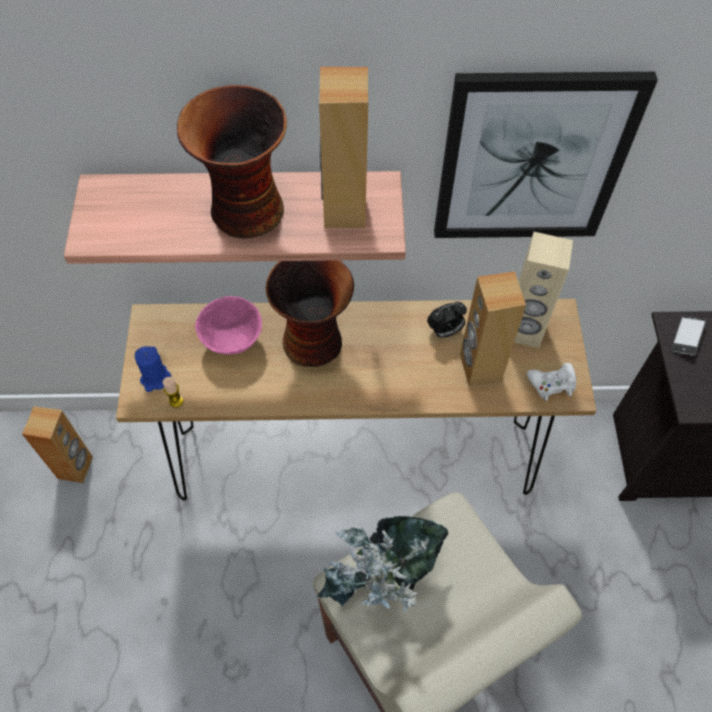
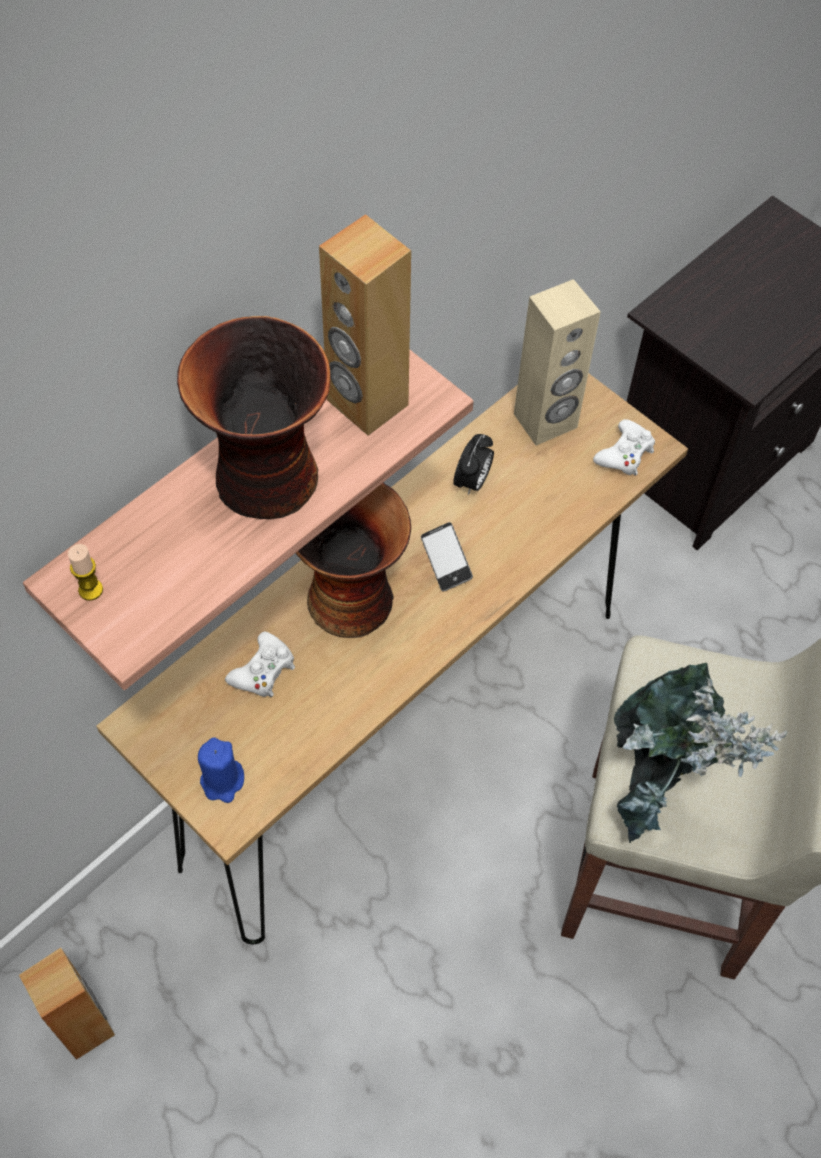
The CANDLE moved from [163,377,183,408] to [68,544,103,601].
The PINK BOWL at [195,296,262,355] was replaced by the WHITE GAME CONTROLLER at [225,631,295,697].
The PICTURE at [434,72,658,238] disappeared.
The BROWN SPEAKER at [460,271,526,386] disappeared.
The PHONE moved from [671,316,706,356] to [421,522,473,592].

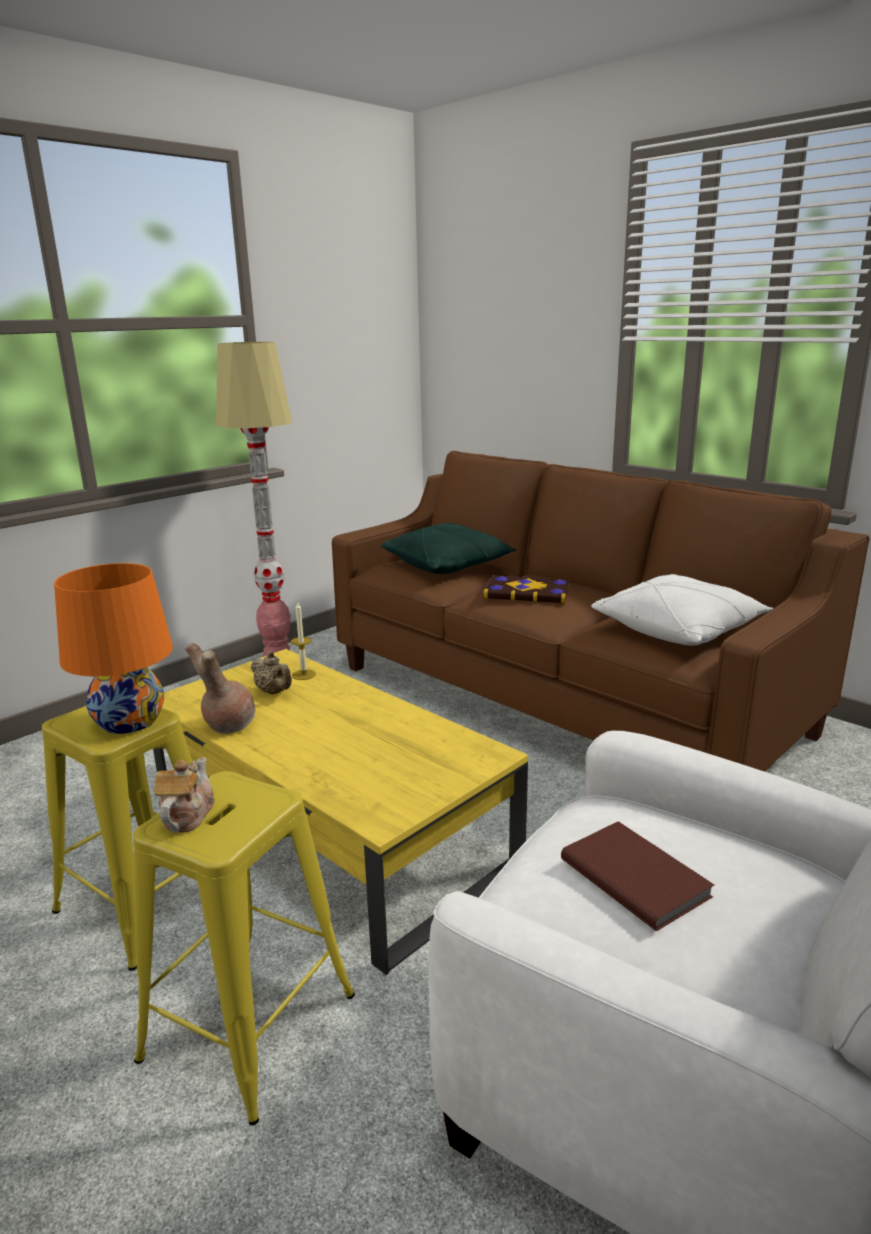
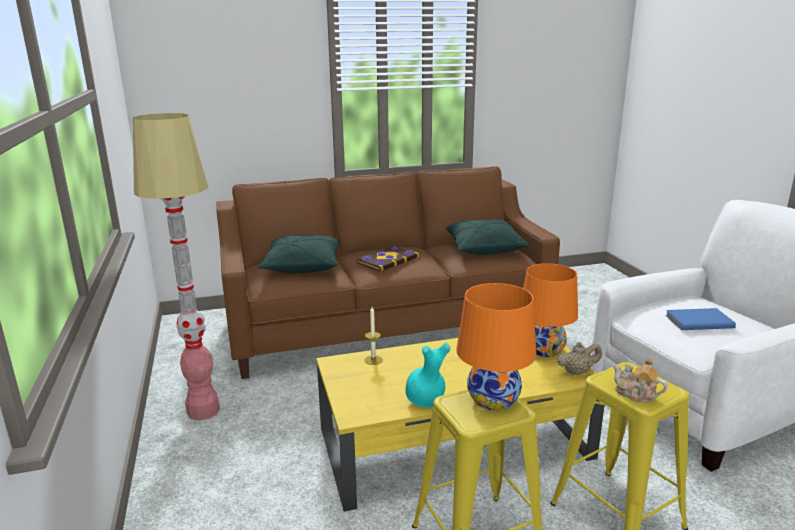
The BROWN VASE at [185,643,256,734] became the TURQUOISE VASE at [405,343,451,408].
The BEIGE TEAPOT moved from [251,651,292,694] to [557,342,602,375].
The BROWN BOOK at [561,821,714,931] became the BLUE BOOK at [665,308,736,330].
The WHITE PILLOW at [591,574,773,646] became the GREEN PILLOW at [446,219,529,255].
The ORANGE TABLE LAMP at [523,263,578,357] appeared.

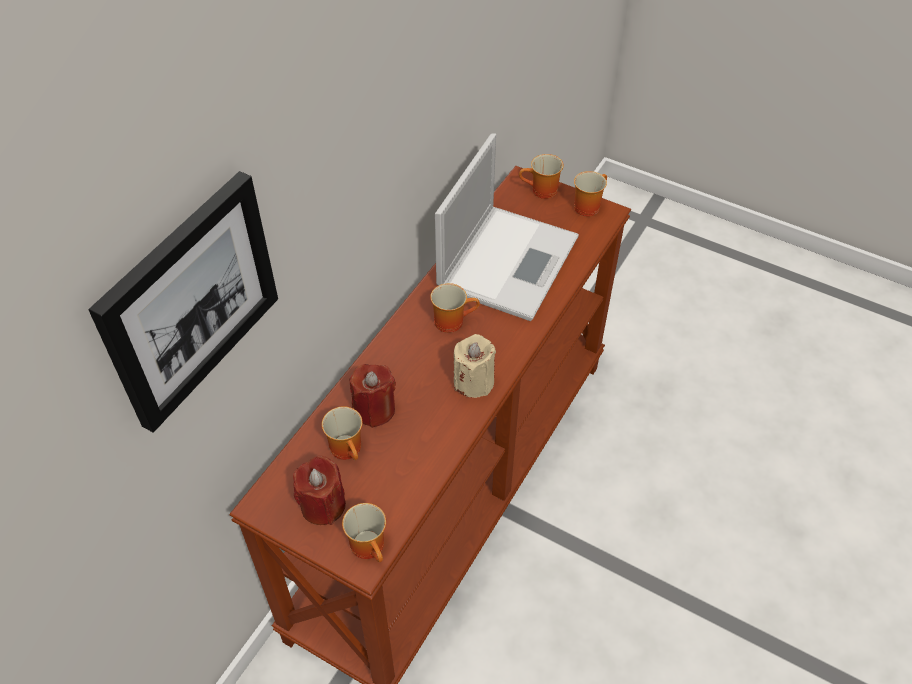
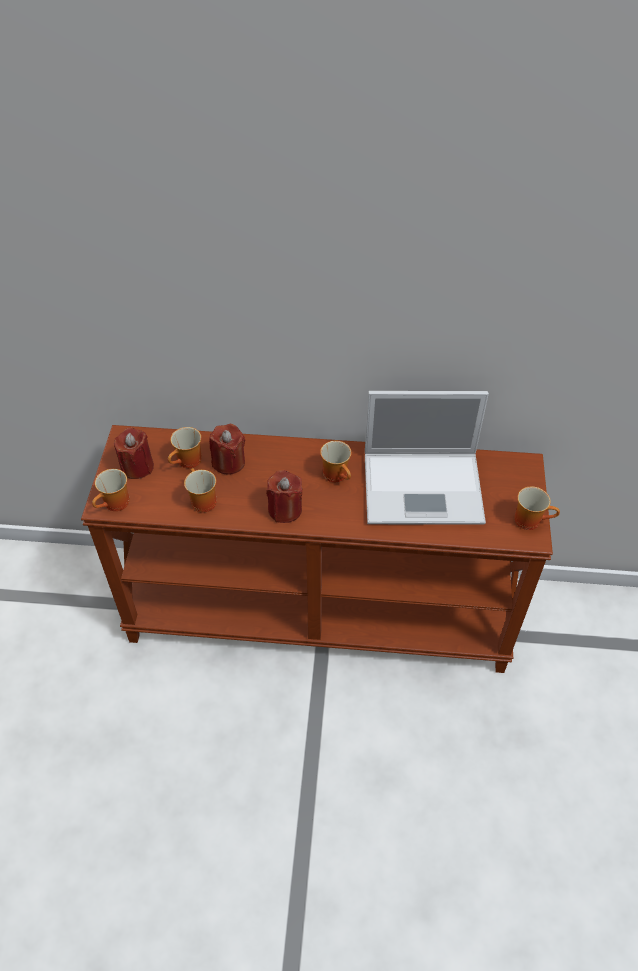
The PICTURE at [88,171,278,433] disappeared.
The BEIGE CANDLE at [454,334,496,398] became the RED CANDLE at [266,470,303,523].
The MUG moved from [519,154,564,199] to [184,468,217,513].

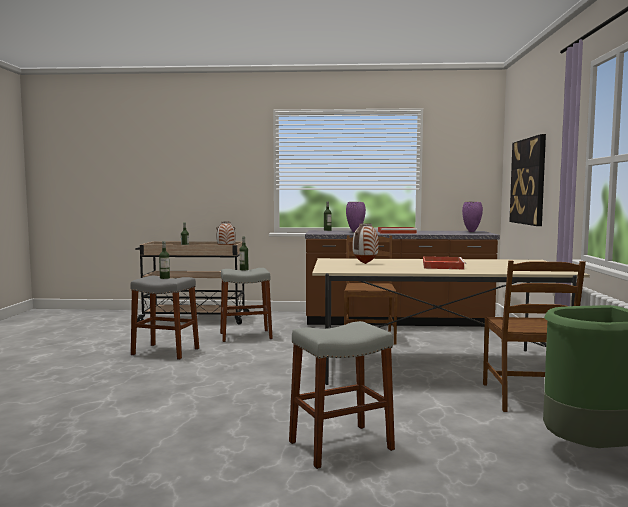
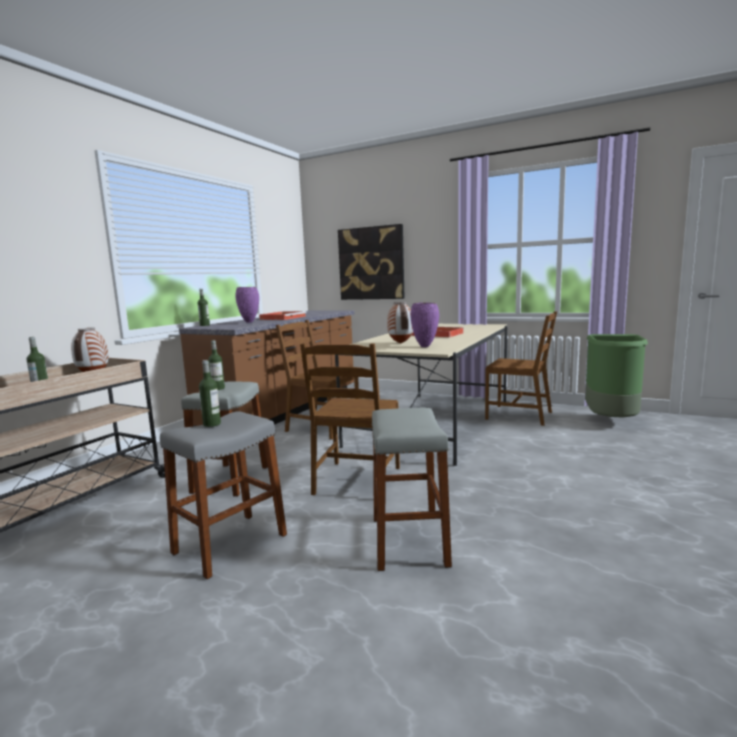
The GREY STOOL moved from [289,321,395,469] to [371,407,452,571].
The PURPLE VASE moved from [462,202,483,232] to [410,302,439,347].
The BROWN CHAIR at [300,343,400,495] appeared.

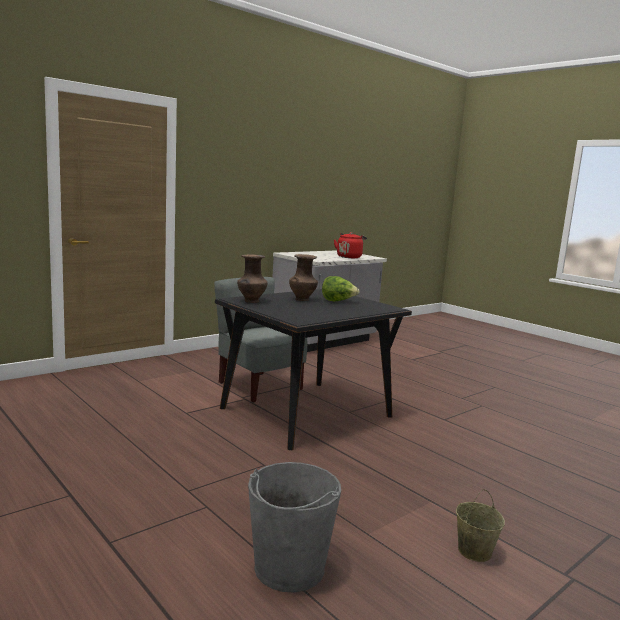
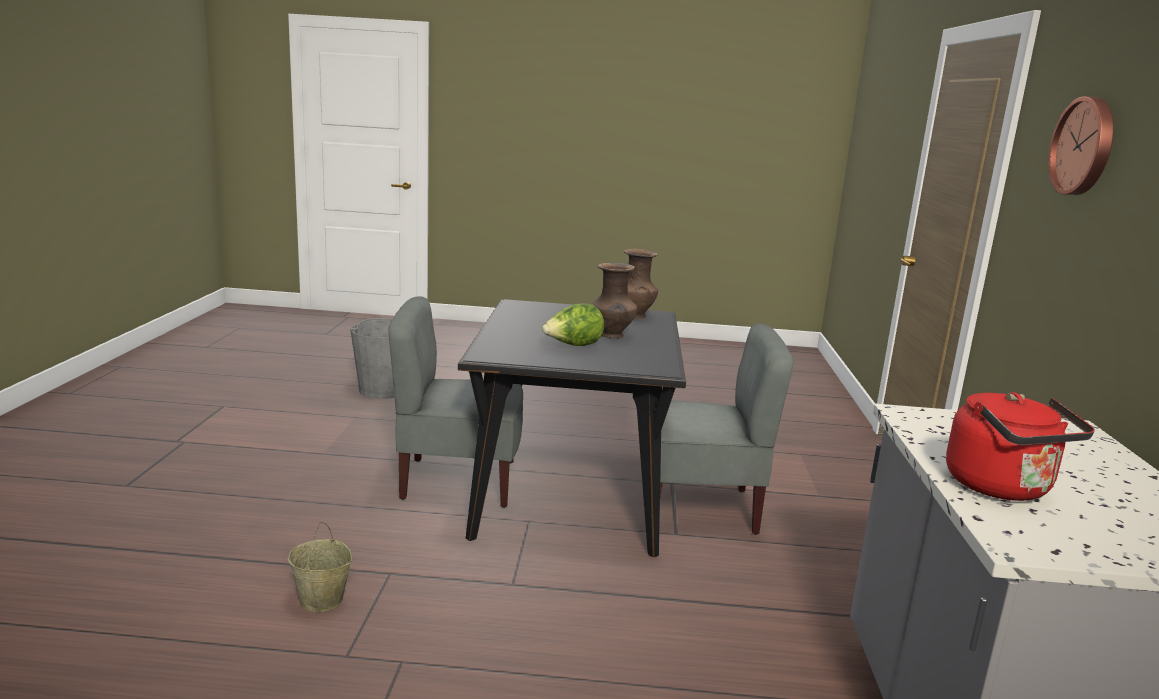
The BEIGE BUCKET moved from [456,489,505,562] to [288,522,352,612].
The GREY CHAIR at [388,297,523,508] appeared.
The WALL CLOCK at [1048,96,1114,195] appeared.

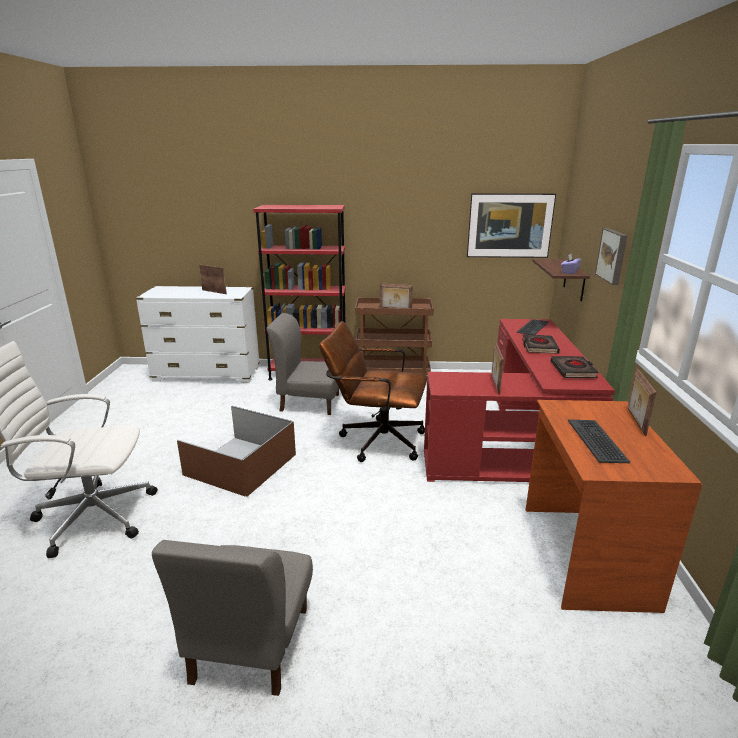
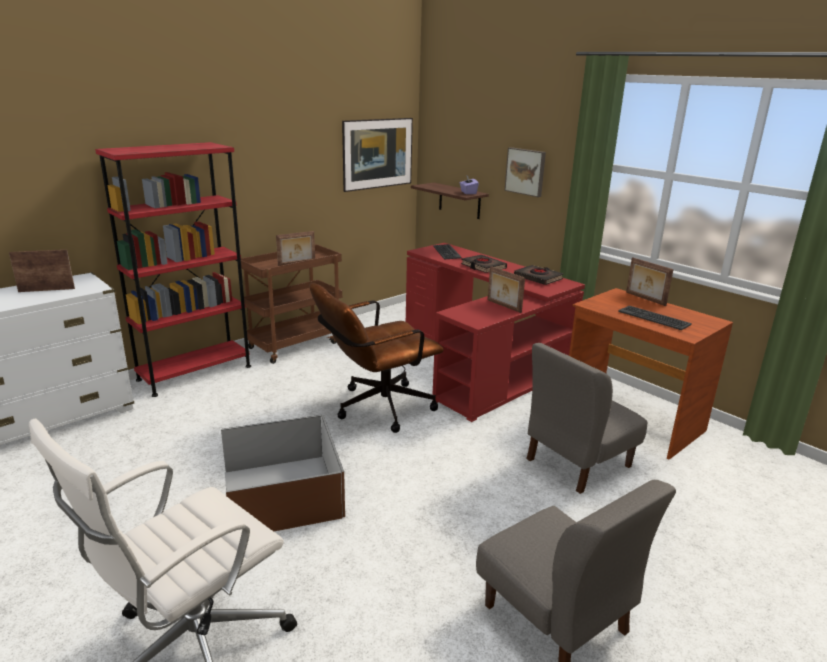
The GREY CHAIR moved from [266,313,339,415] to [526,343,647,494].

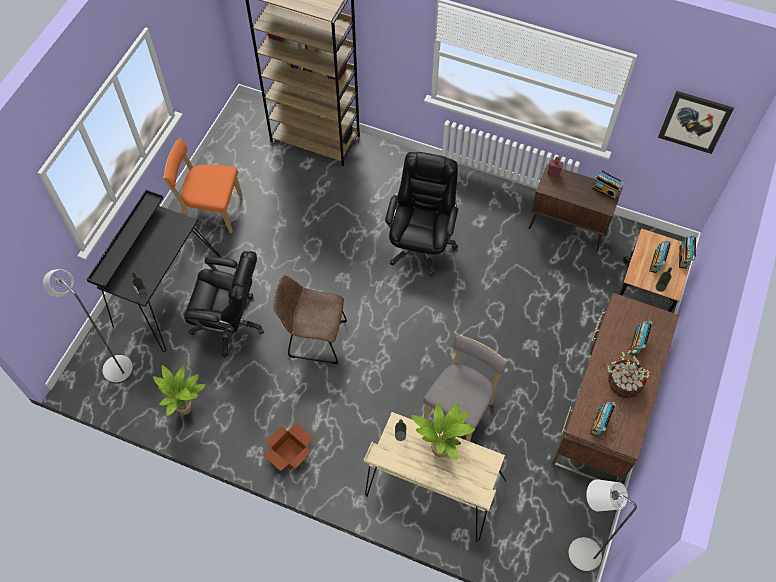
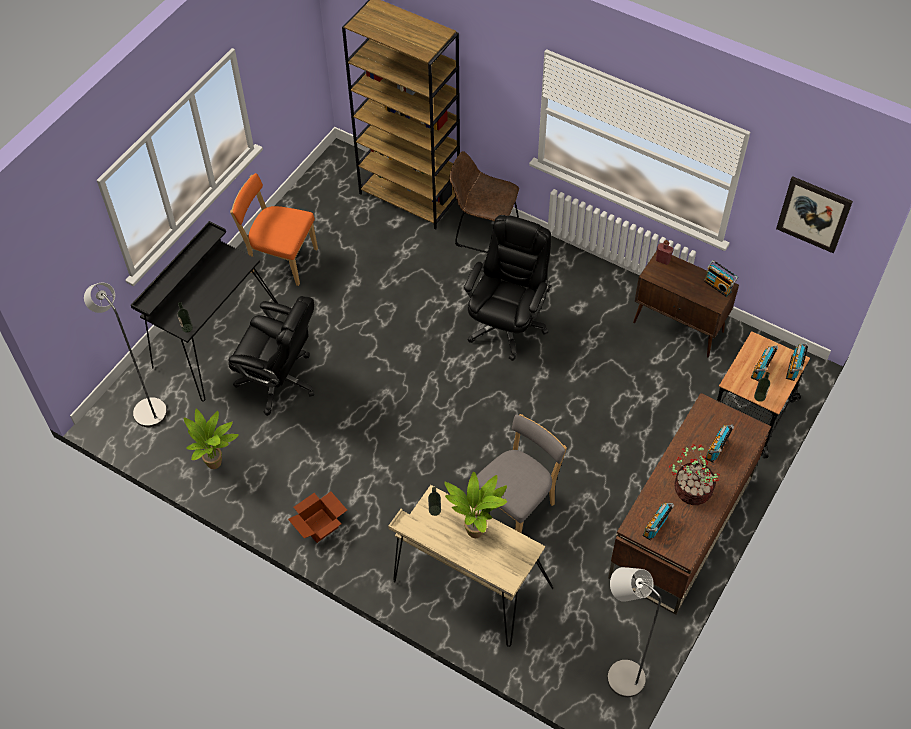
The BROWN CHAIR moved from [273,275,347,364] to [449,151,519,253].

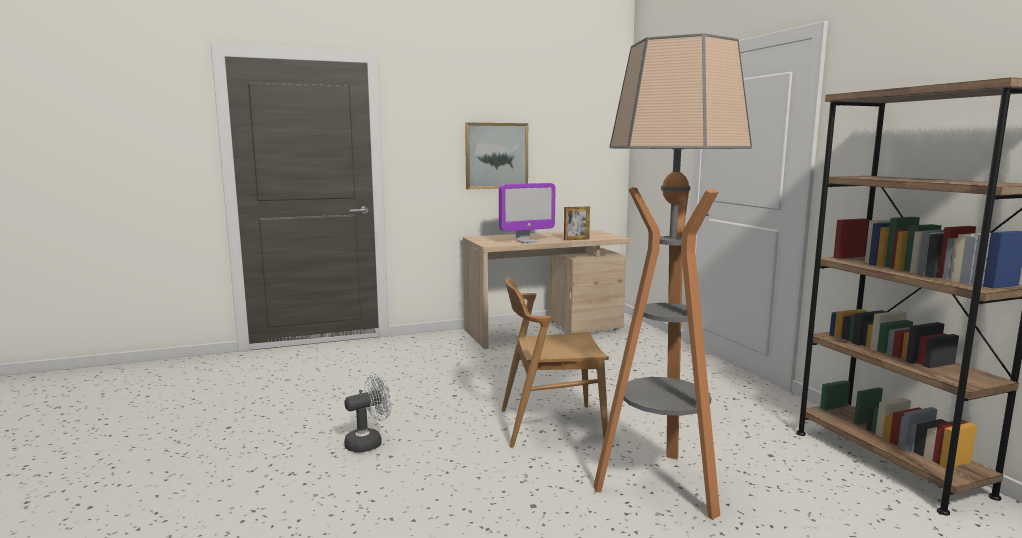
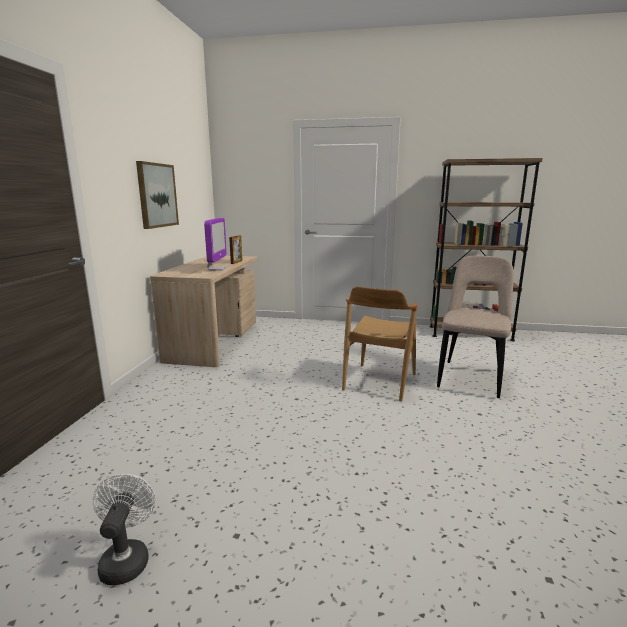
The WHITE FAN moved from [344,374,392,453] to [92,474,156,585].
The FLOOR LAMP at [594,33,752,520] was replaced by the BEIGE CHAIR at [437,256,514,398].

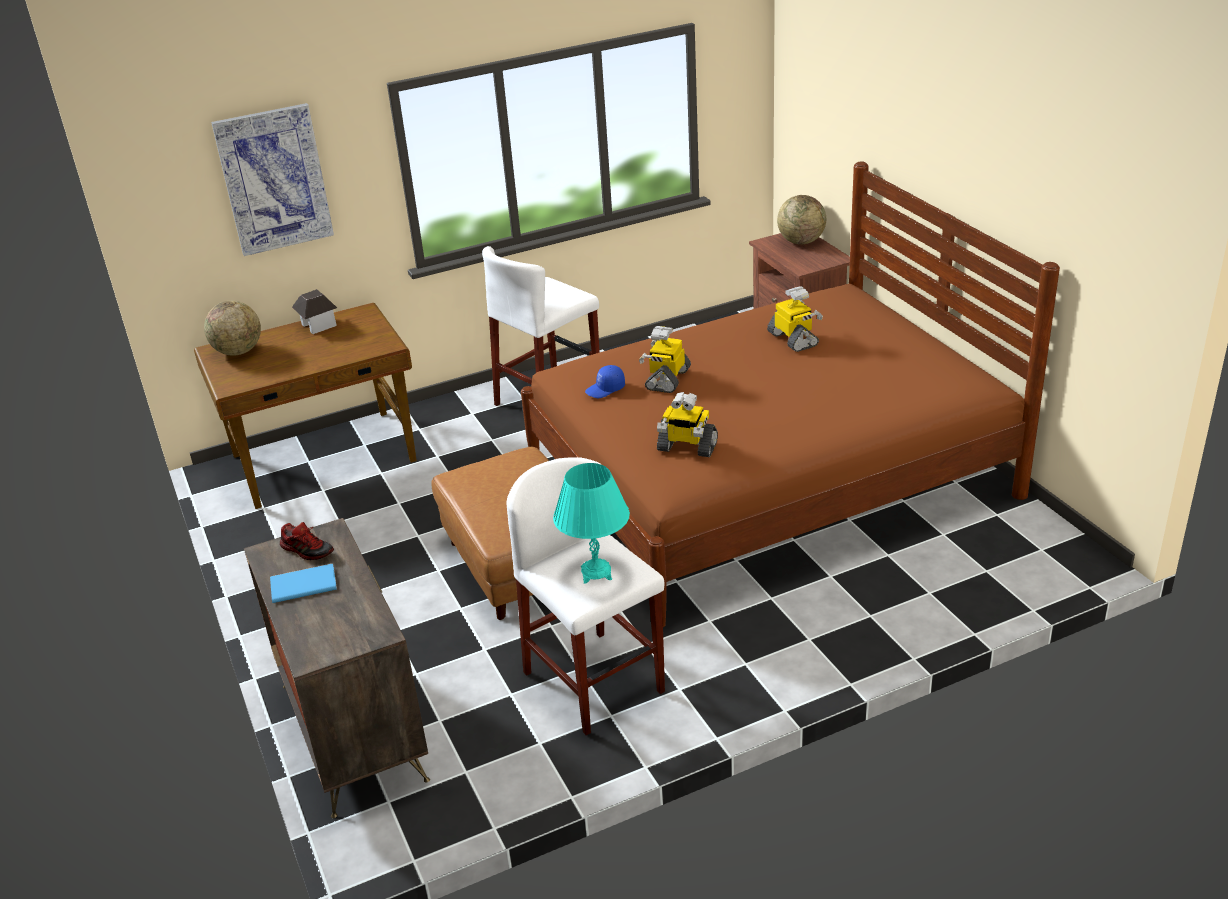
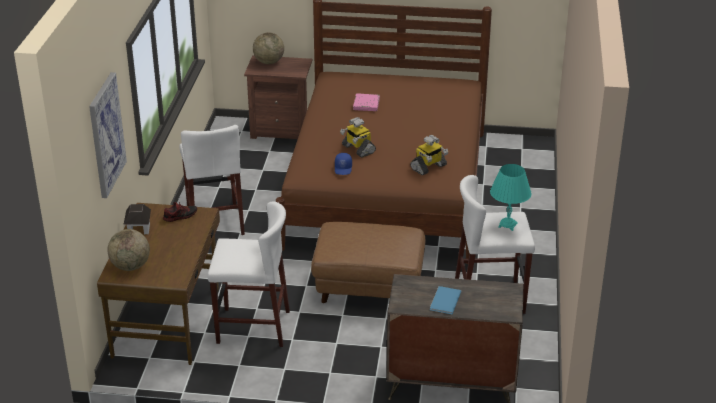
The SHOE moved from [280,522,334,560] to [163,202,197,222].
The TOY ROBOT at [767,287,823,352] was replaced by the PINK BOOK at [353,93,380,111].
The WHITE STOOL at [208,201,290,347] appeared.

